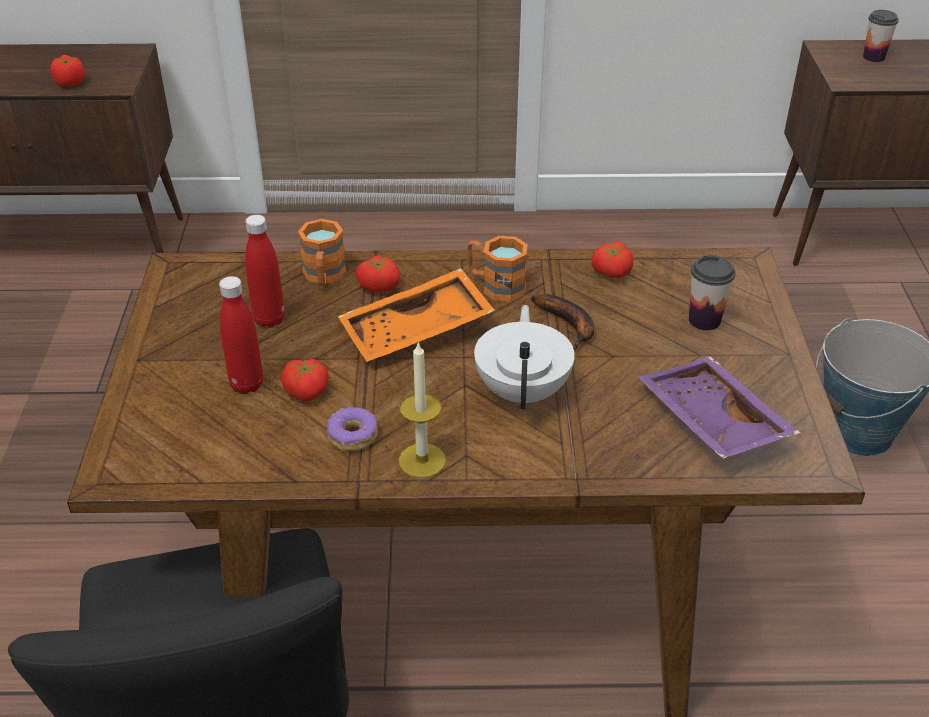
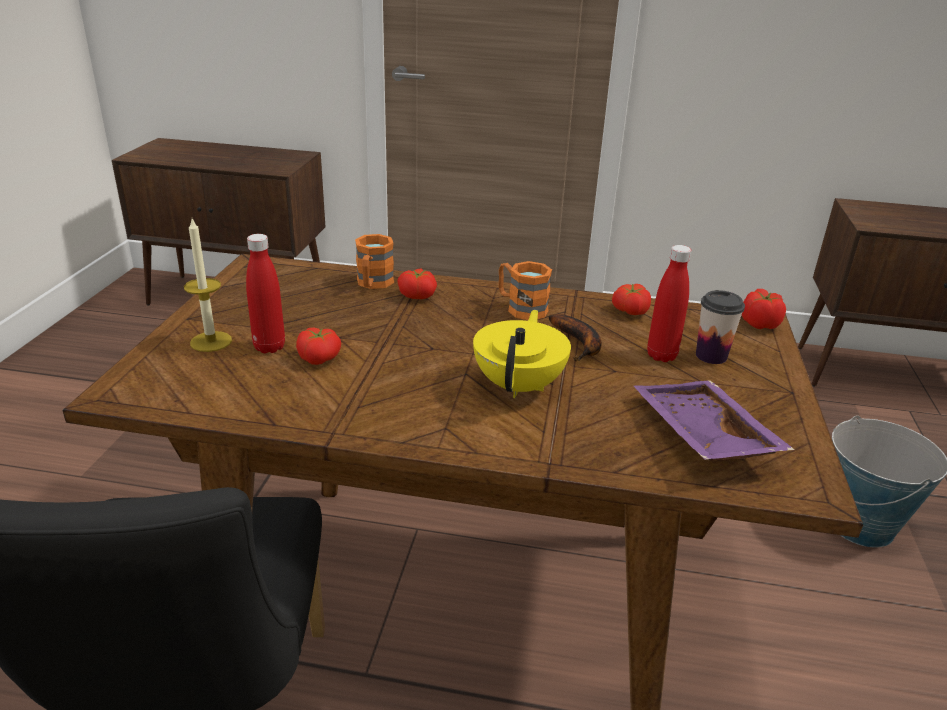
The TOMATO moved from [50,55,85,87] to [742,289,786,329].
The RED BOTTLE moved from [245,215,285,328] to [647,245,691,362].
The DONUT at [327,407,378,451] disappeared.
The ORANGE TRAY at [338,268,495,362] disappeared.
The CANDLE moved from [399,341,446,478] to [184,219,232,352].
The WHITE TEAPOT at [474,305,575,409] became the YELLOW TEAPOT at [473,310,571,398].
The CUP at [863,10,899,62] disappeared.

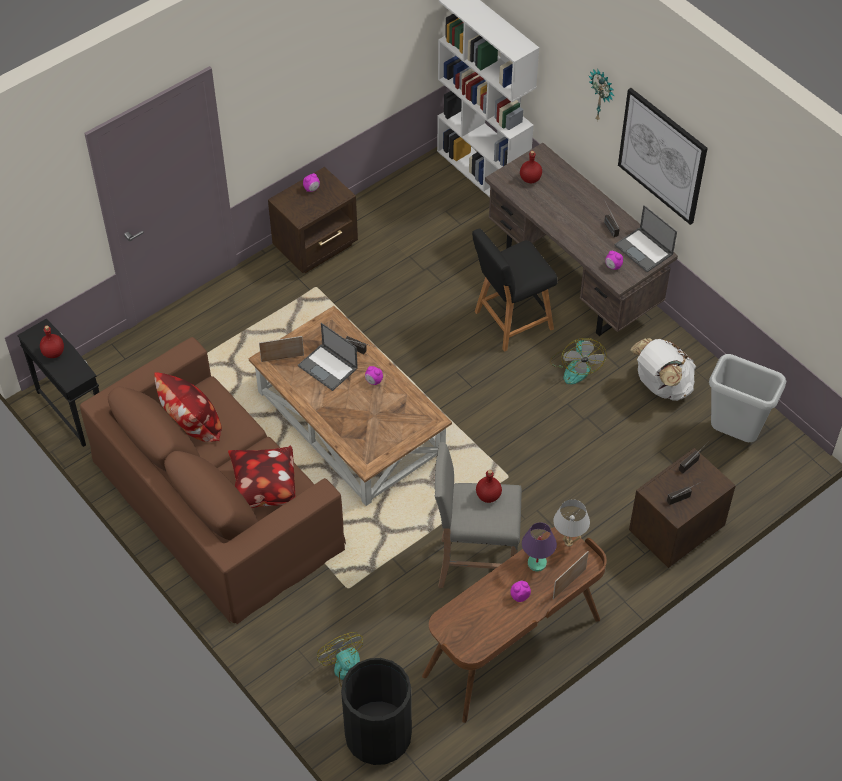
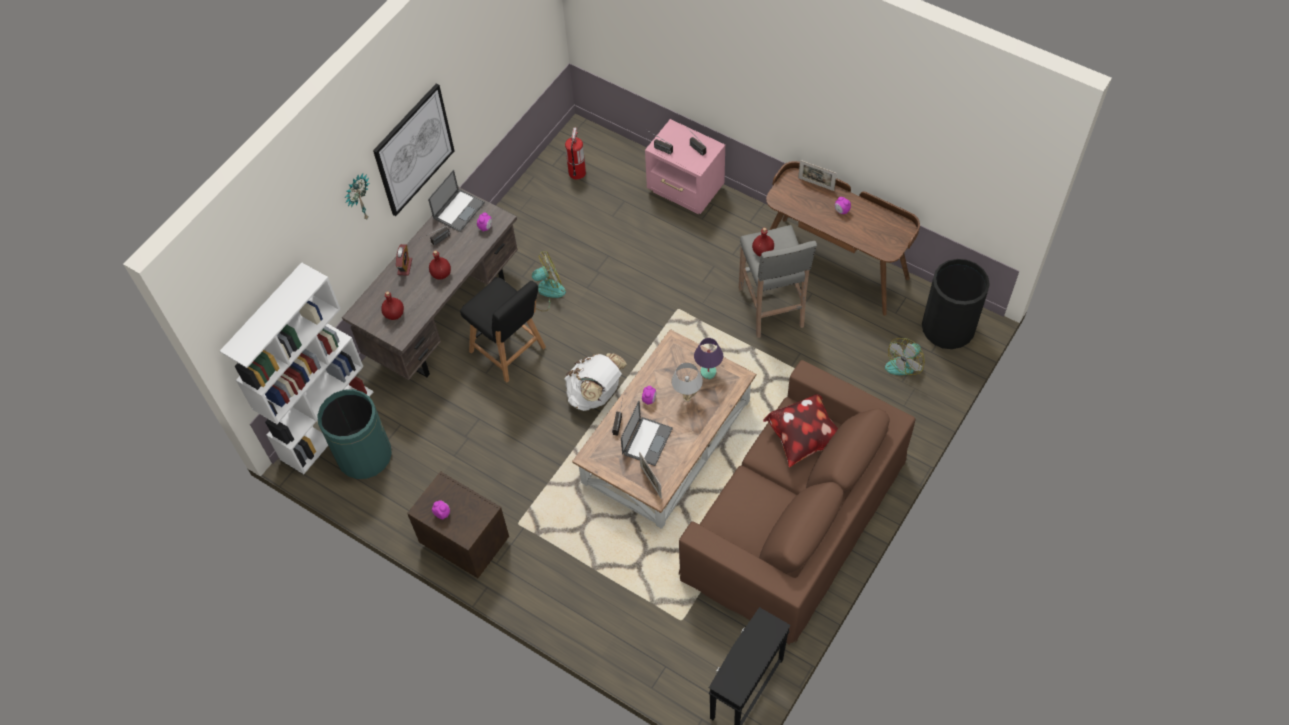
The RED BOTTLE moved from [40,325,64,358] to [429,250,451,279].
The PILLOW at [155,372,222,442] disappeared.
The PURPLE TABLE LAMP moved from [522,522,557,572] to [694,338,723,379].
The WHITE TABLE LAMP moved from [553,499,590,546] to [671,363,703,402].
The BROWN NIGHTSTAND at [629,448,736,568] became the PINK NIGHTSTAND at [645,119,725,214].
The WHITE BACKPACK moved from [630,338,696,401] to [564,353,627,411].
The GREY TRASH CAN at [709,354,786,442] was replaced by the FIRE EXTINGUISHER at [565,128,586,180].
The GREEN TRASH CAN at [317,389,392,479] appeared.
The ALARM CLOCK at [396,244,412,276] appeared.

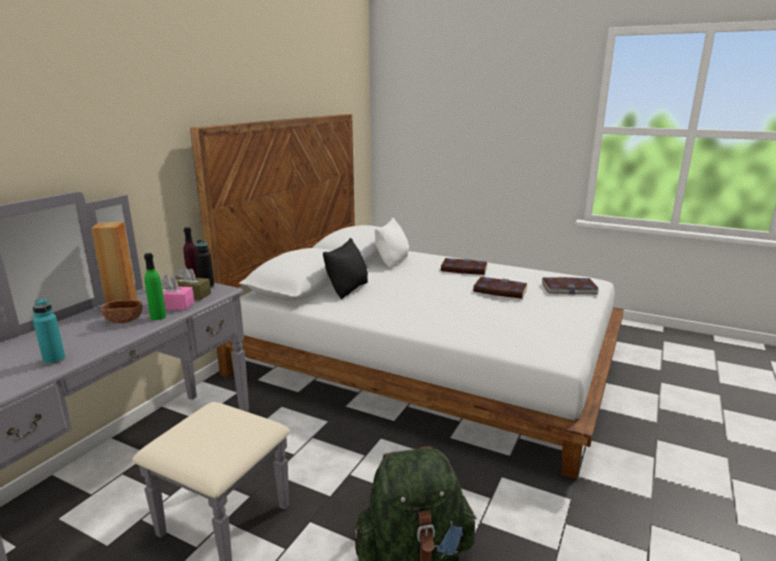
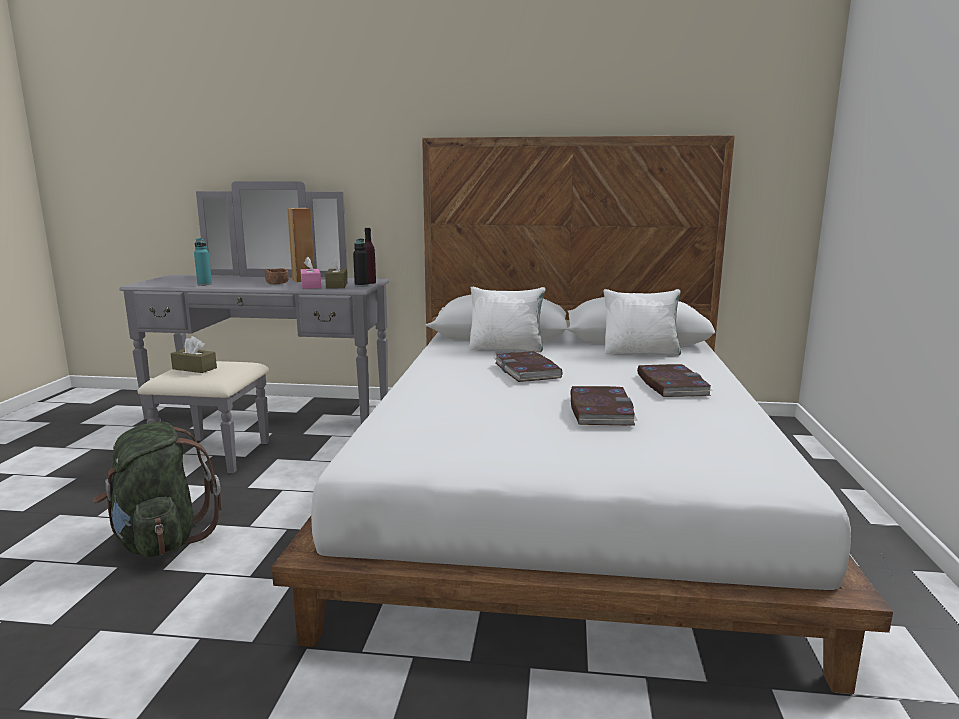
The GREEN BOTTLE at [144,253,166,320] disappeared.
The BLACK PILLOW at [323,238,368,299] became the WHITE PILLOW at [470,287,545,352].
The BOOK moved from [542,277,599,294] to [494,351,563,382].
The BROWN TISSUE BOX at [170,336,217,373] appeared.

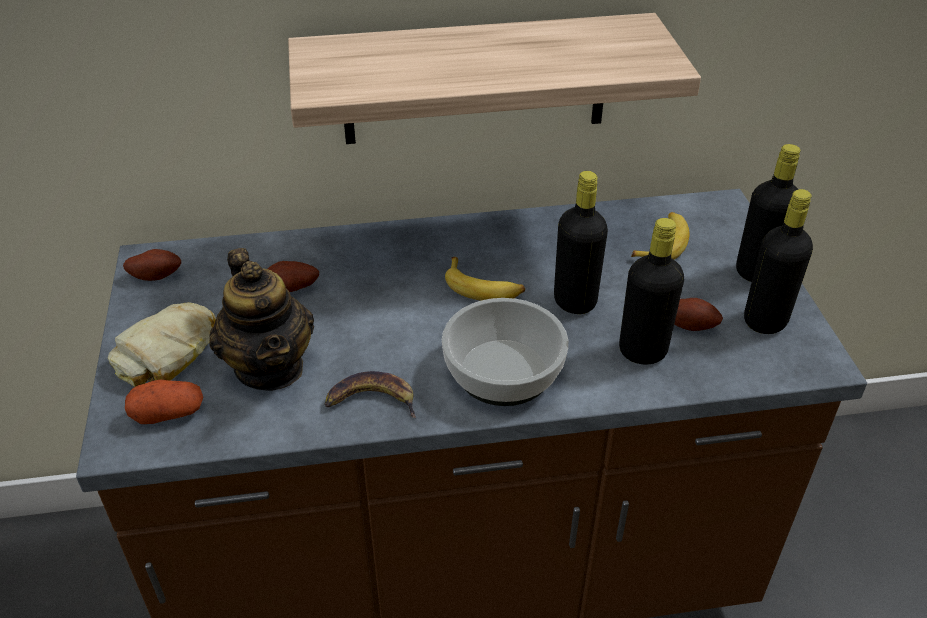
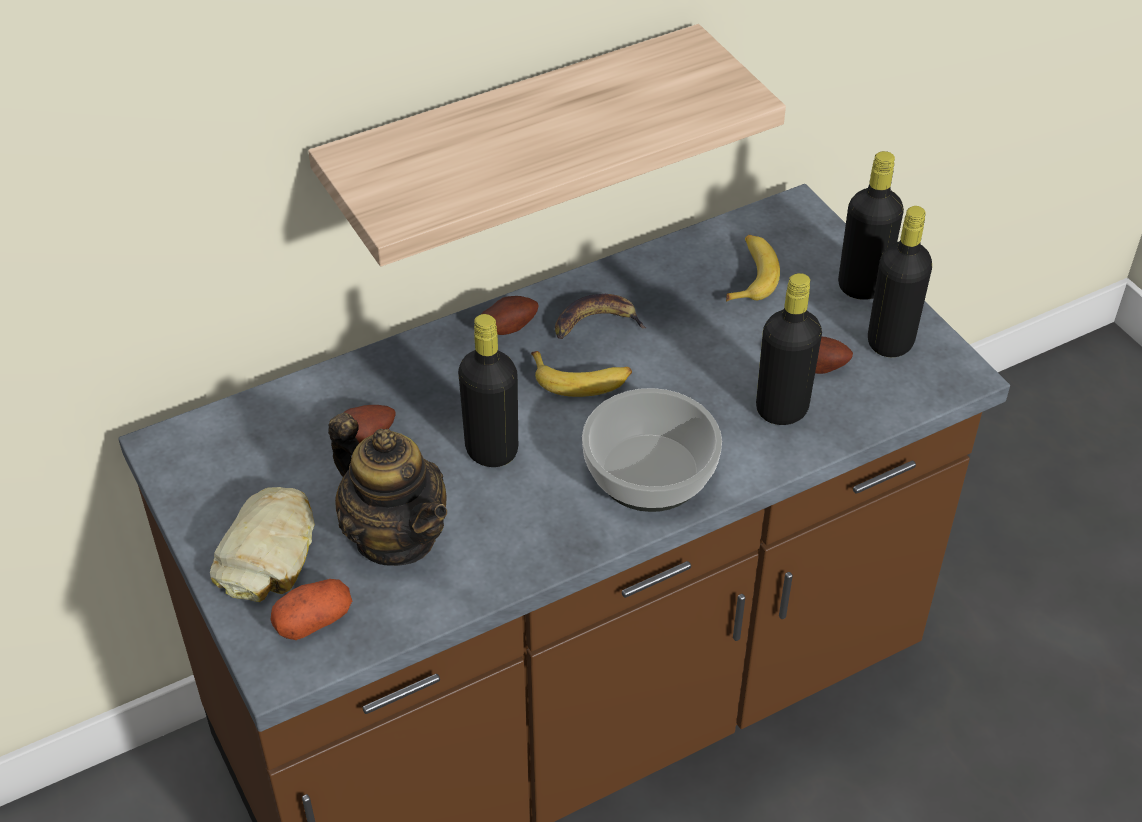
The POTATO moved from [123,249,181,281] to [482,296,539,335].
The BANANA moved from [325,371,416,418] to [555,294,647,339].
The BLACK BOTTLE moved from [554,171,608,314] to [458,314,518,467].

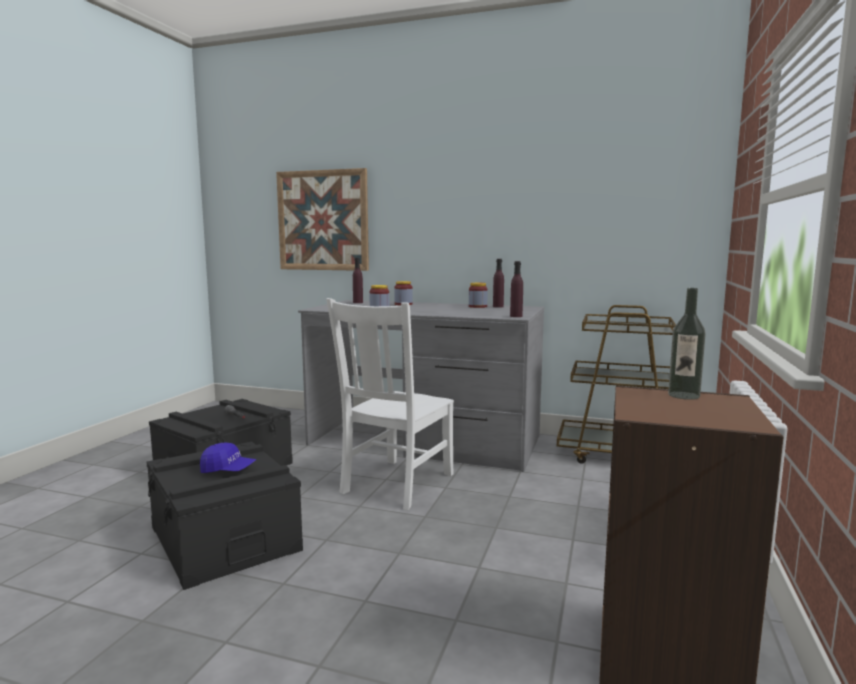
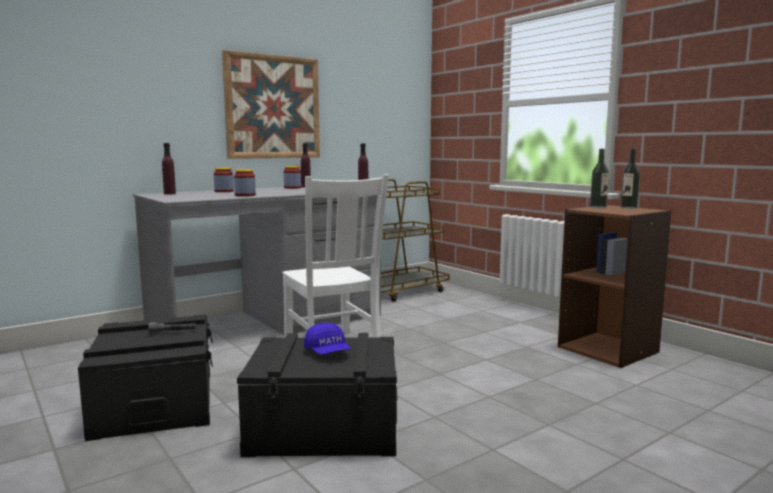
The BLUE CAP at [200,443,256,473] turned 105 degrees clockwise.
The PICTURE moved from [276,168,369,271] to [222,50,320,159].
The BOTTLE at [620,149,640,209] appeared.

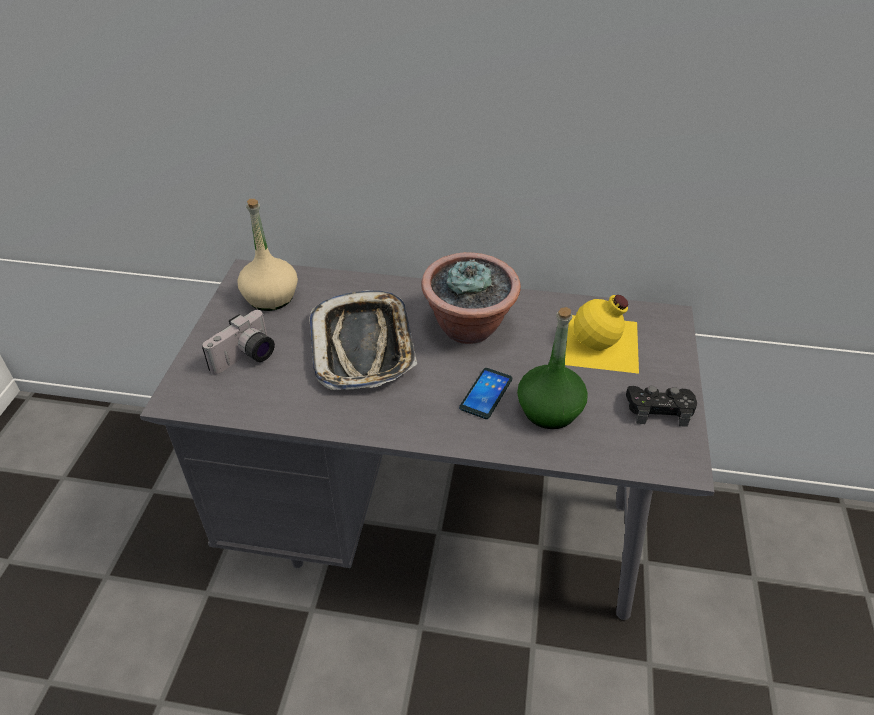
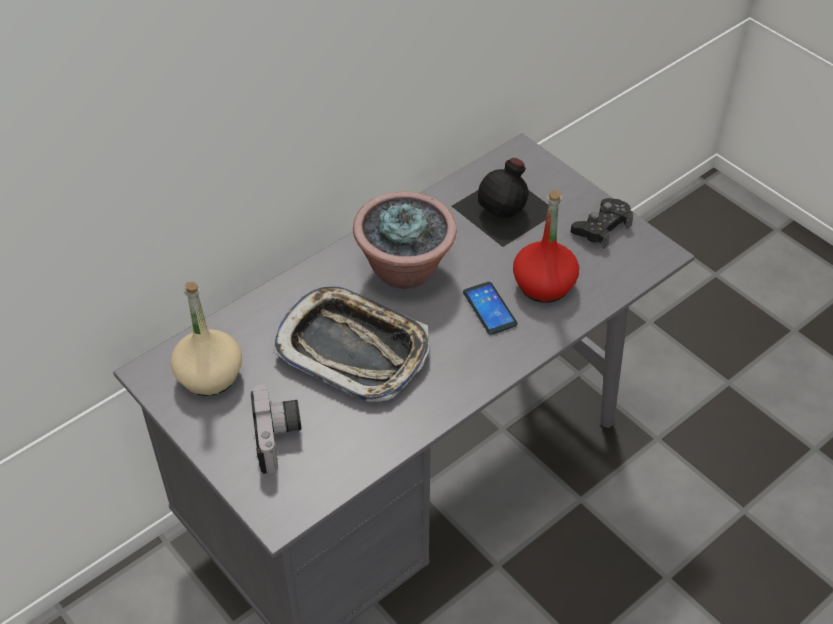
The GREEN BOTTLE at [517,307,588,429] became the RED BOTTLE at [513,190,579,303].
The YELLOW BOTTLE at [565,295,639,374] became the BLACK BOTTLE at [452,158,548,247].

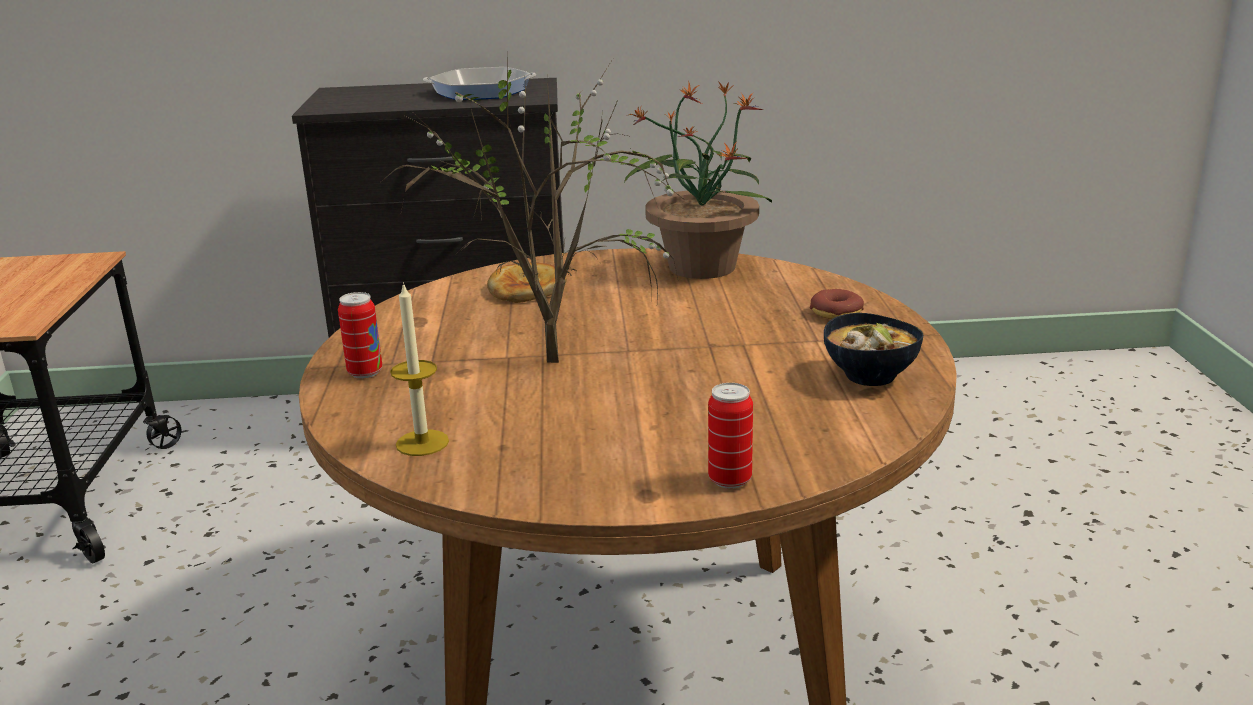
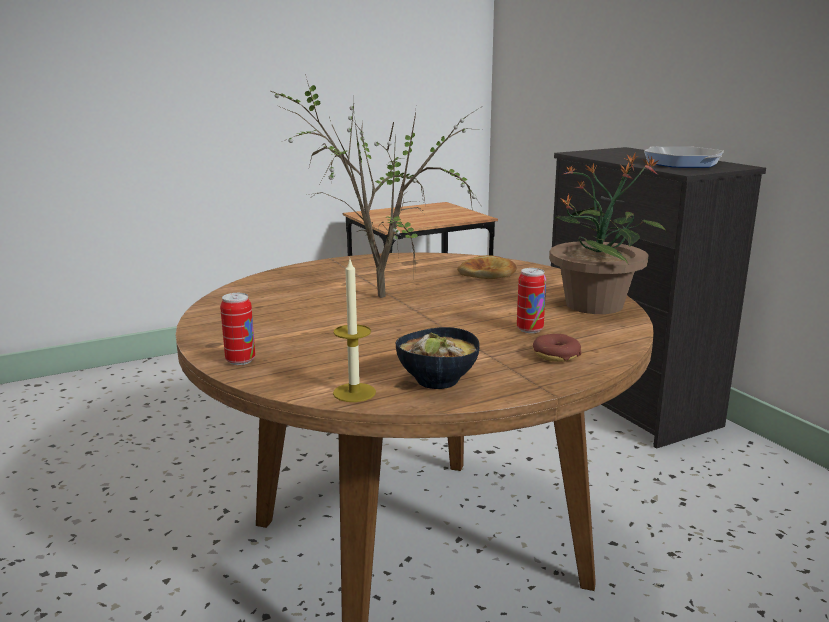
The CAN moved from [338,292,382,378] to [517,268,546,333].
The CANDLE moved from [390,282,449,456] to [333,257,376,402].

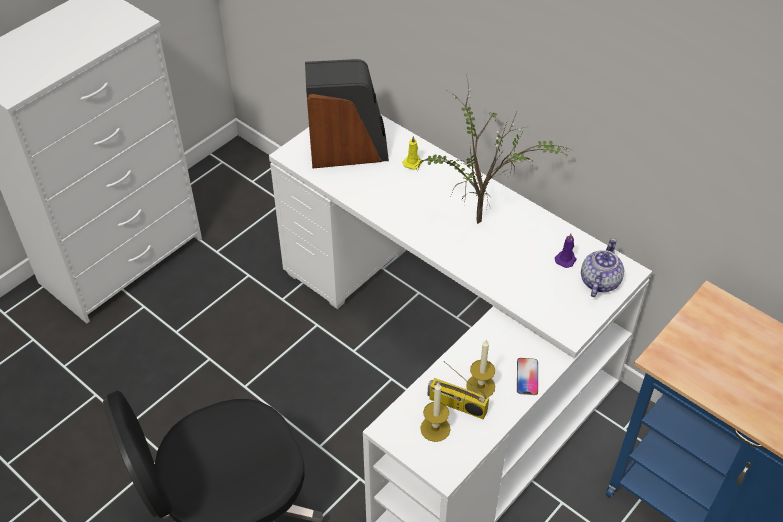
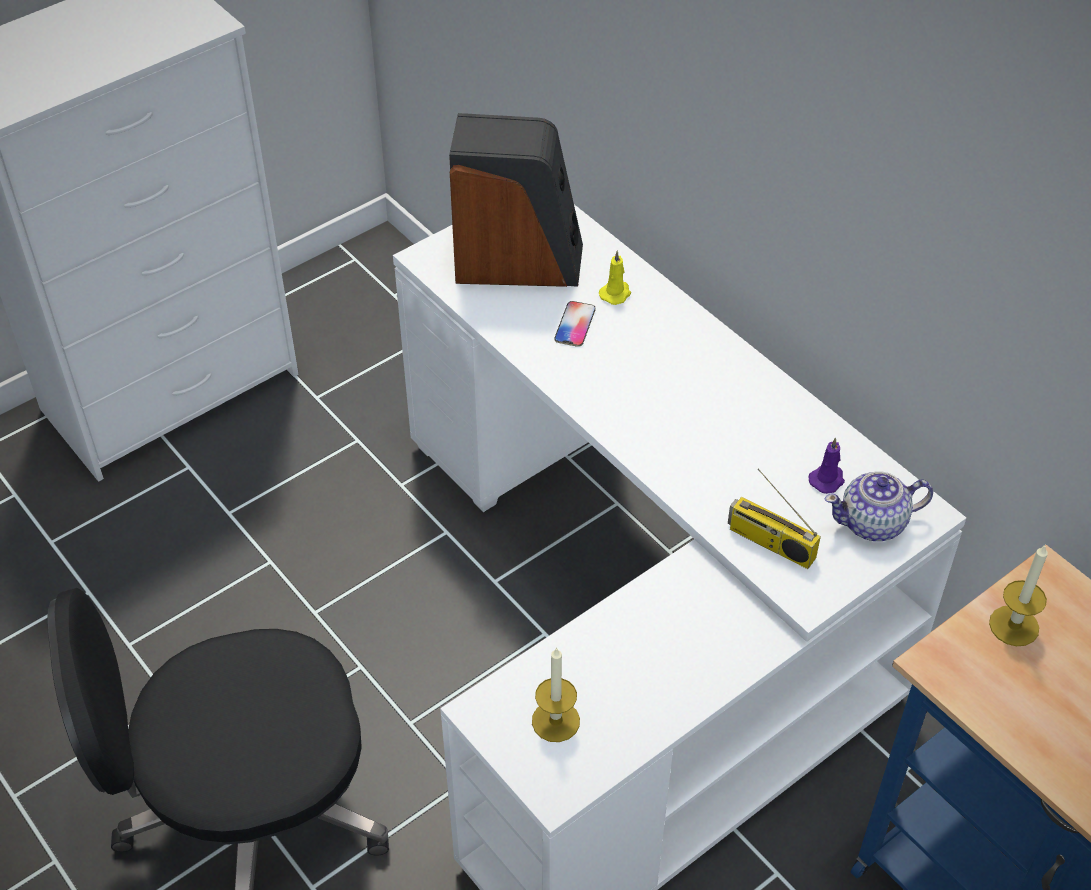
The POTTED PLANT at [409,75,571,224] disappeared.
The RADIO moved from [428,361,489,420] to [728,468,821,569].
The CANDLE moved from [466,340,495,397] to [989,544,1048,646].
The PHONE moved from [517,358,538,395] to [554,301,595,347].
The TEAPOT at [581,238,624,297] turned 135 degrees counterclockwise.

